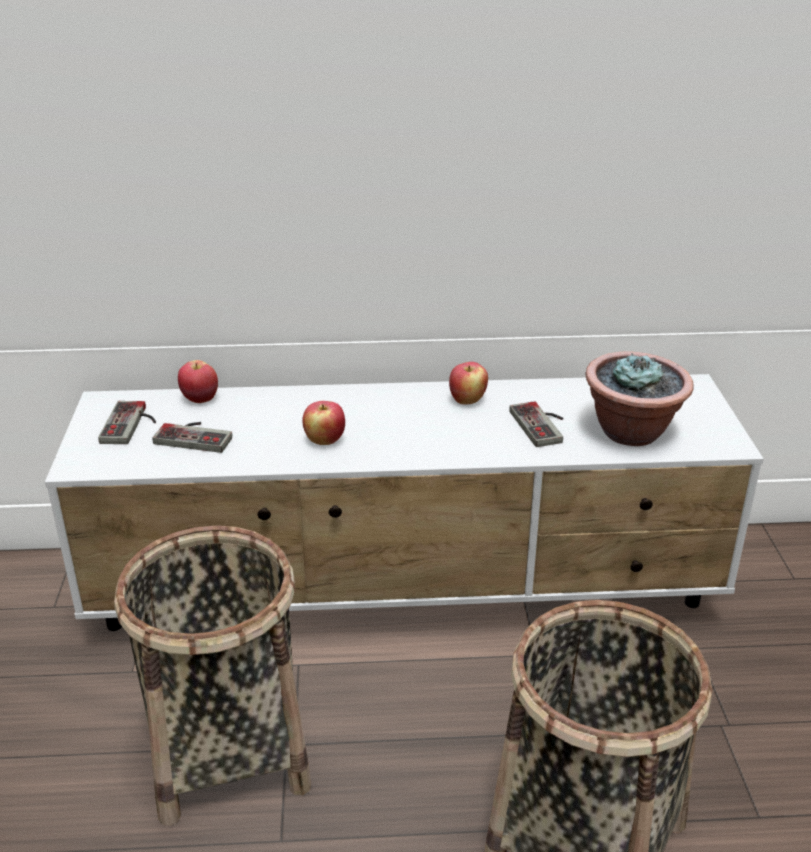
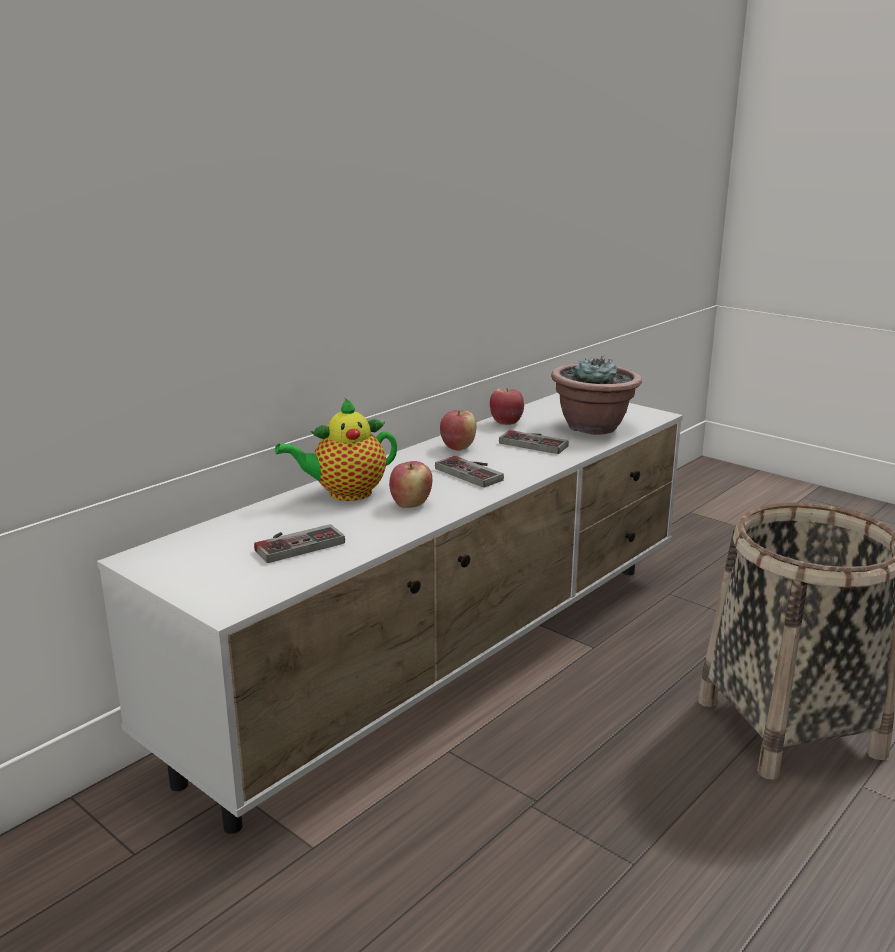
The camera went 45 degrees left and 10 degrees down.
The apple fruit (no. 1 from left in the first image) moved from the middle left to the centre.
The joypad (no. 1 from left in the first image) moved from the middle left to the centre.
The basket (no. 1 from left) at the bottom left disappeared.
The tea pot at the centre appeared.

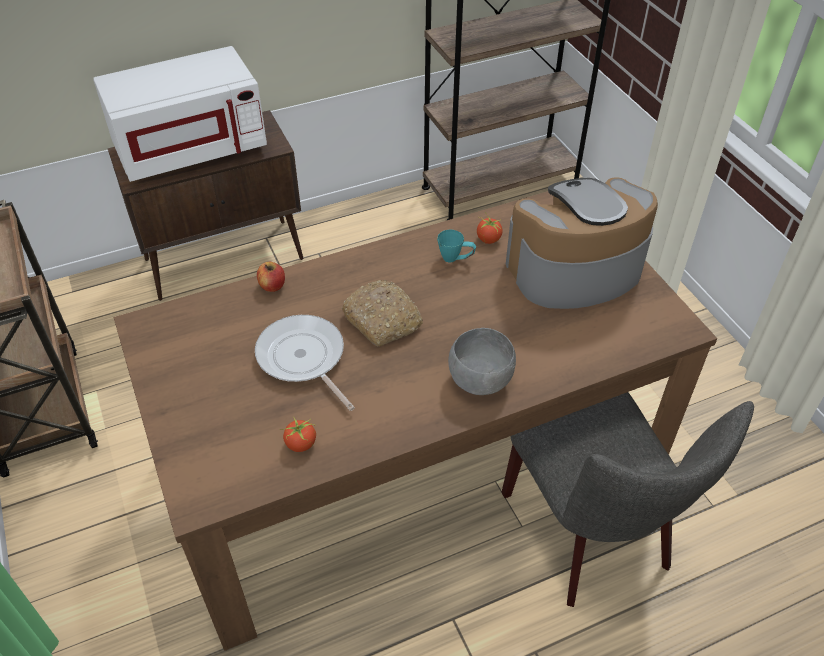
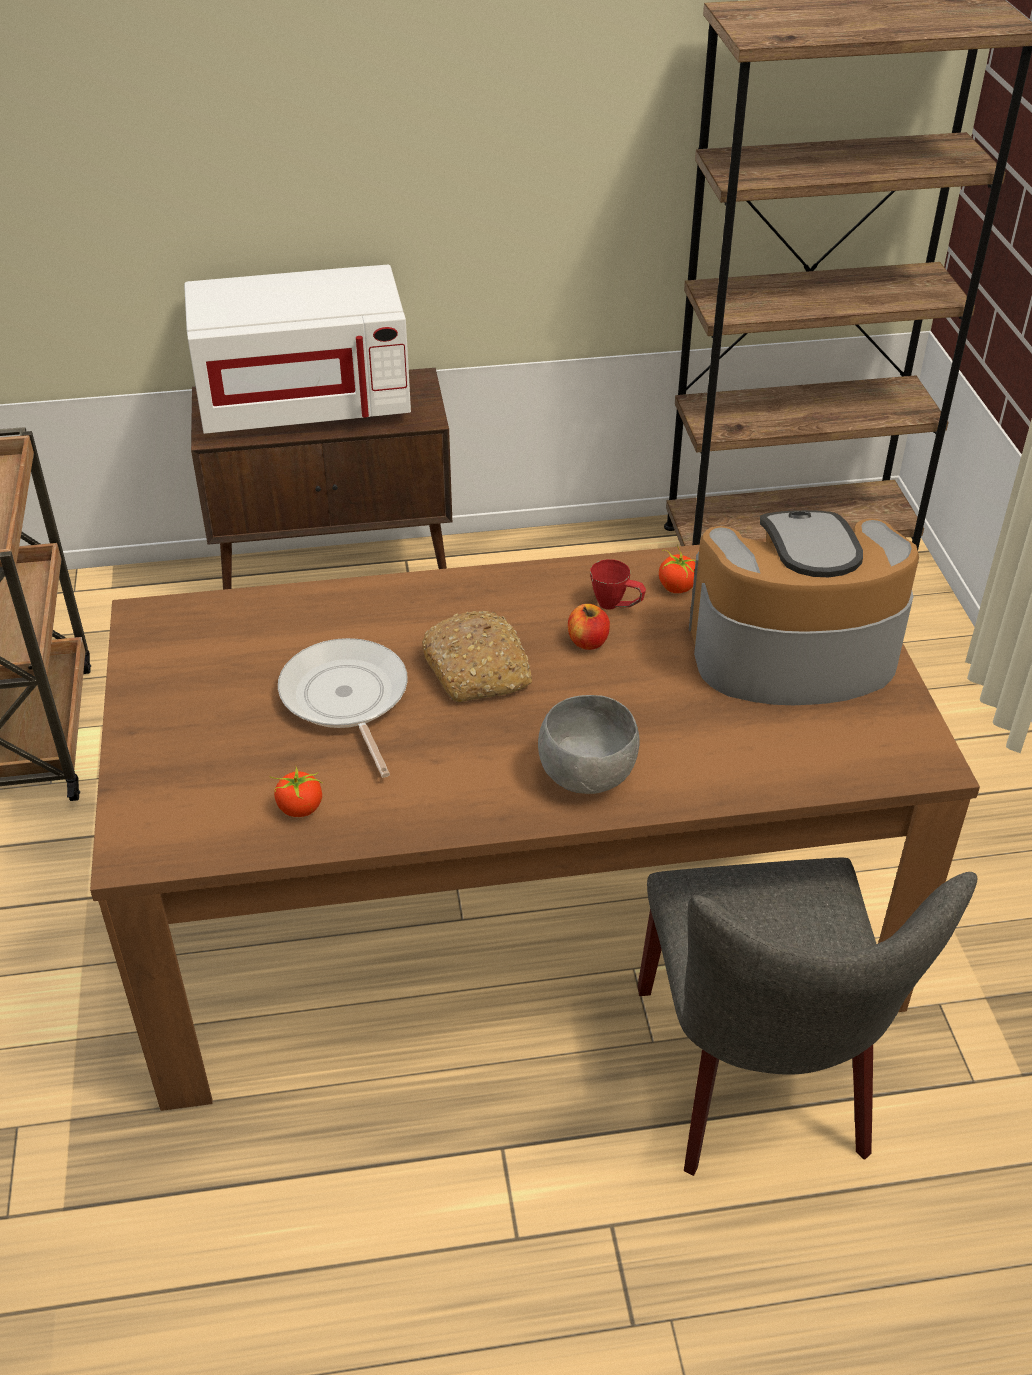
The camera went 15 degrees right and 5 degrees down.
The tea mug (turquoise) at the centre became the tea mug (red) at the centre.
The apple fruit moved from the middle left to the centre.

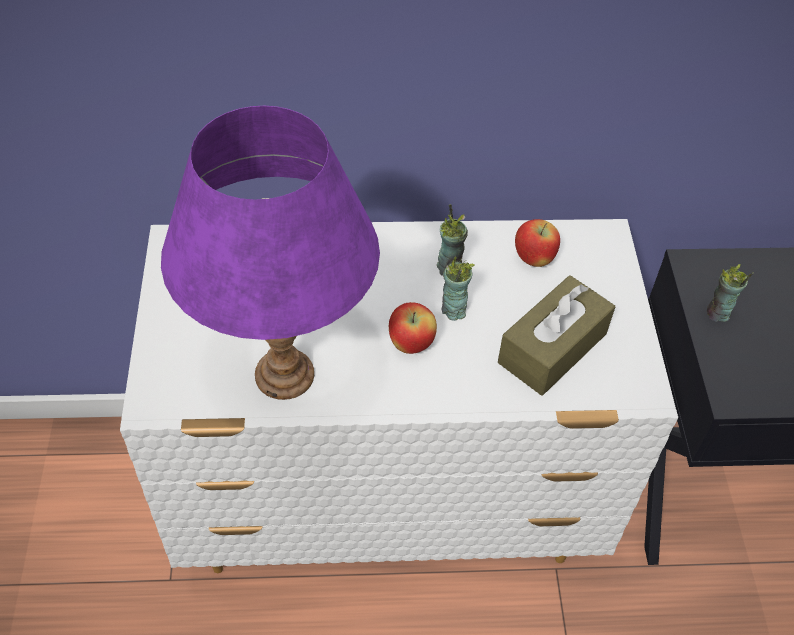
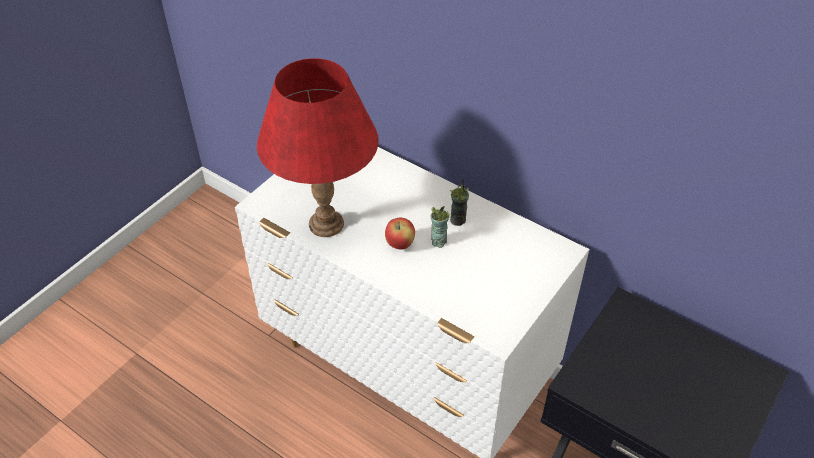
The camera went 40 degrees right and 5 degrees down.
The tabletop lamp (purple) at the centre became the tabletop lamp (red) at the top centre.
The apple fruit (no. 2 from left) at the middle right disappeared.
The cup (no. 3 from left) at the middle right disappeared.
The box of tissues (brown-coloured) at the middle right disappeared.

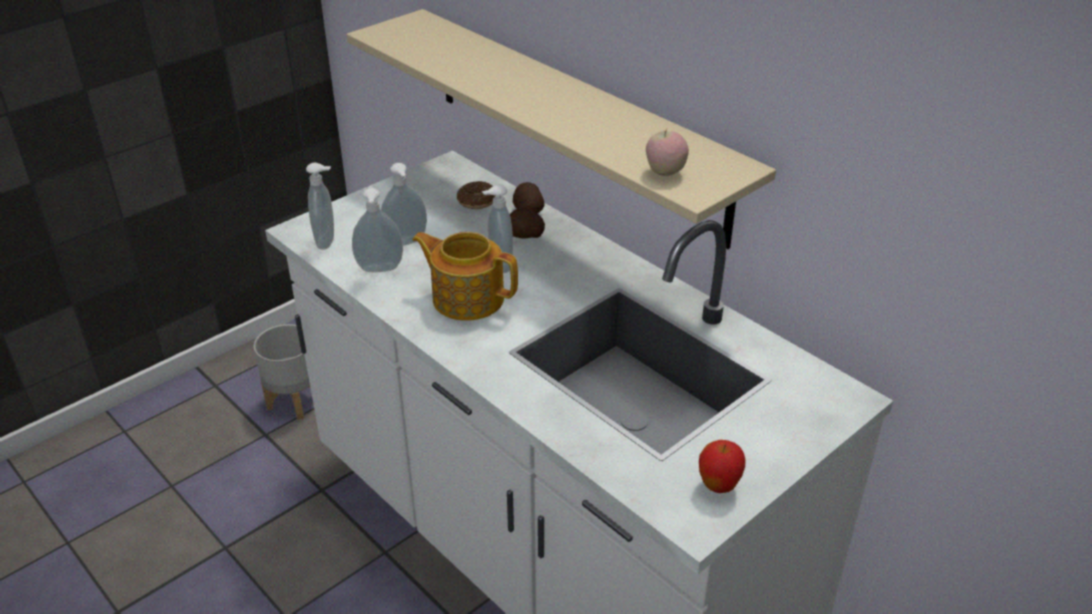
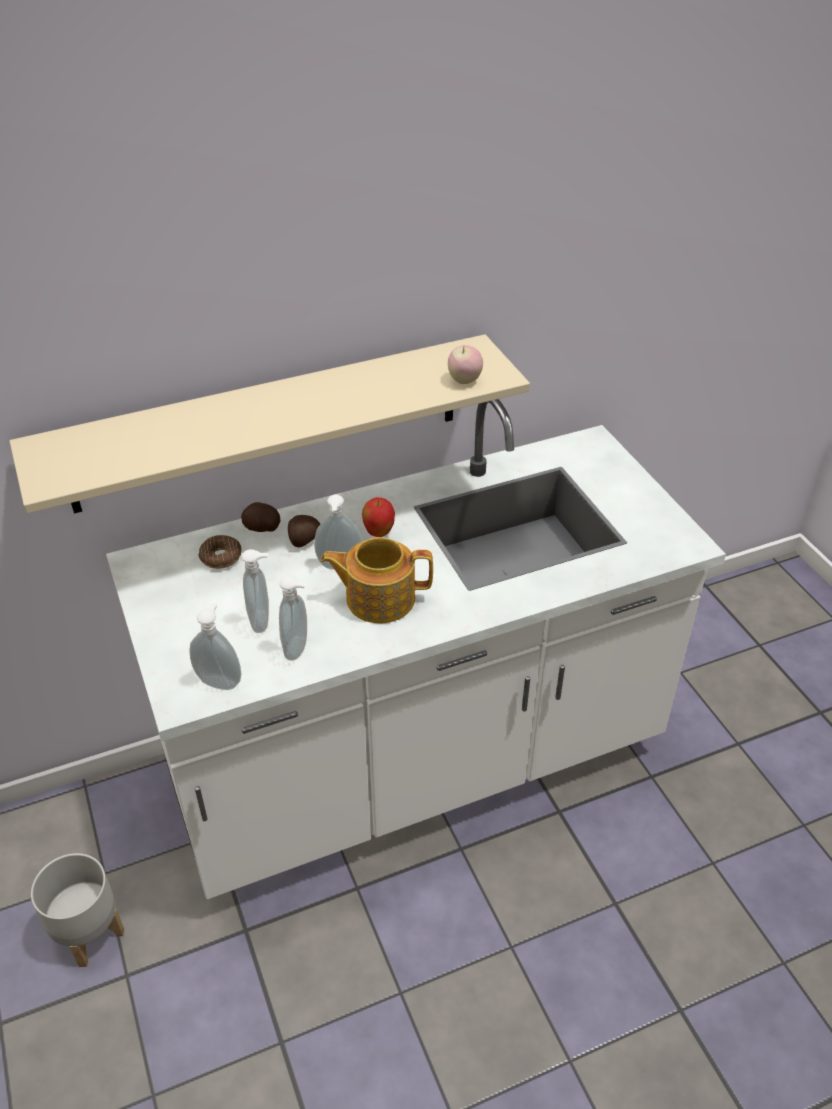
The camera went 70 degrees left and 5 degrees up.
The tea pot at the centre turned 45 degrees clockwise.
The apple fruit (no. 2 from left in the first image) moved from the bottom centre to the centre.

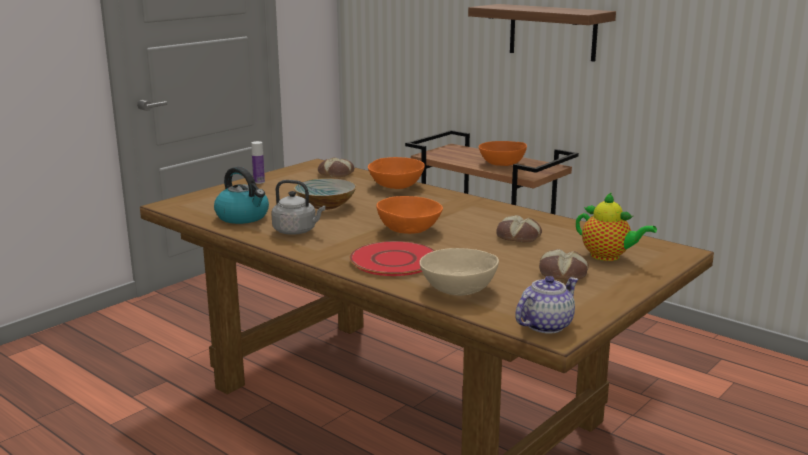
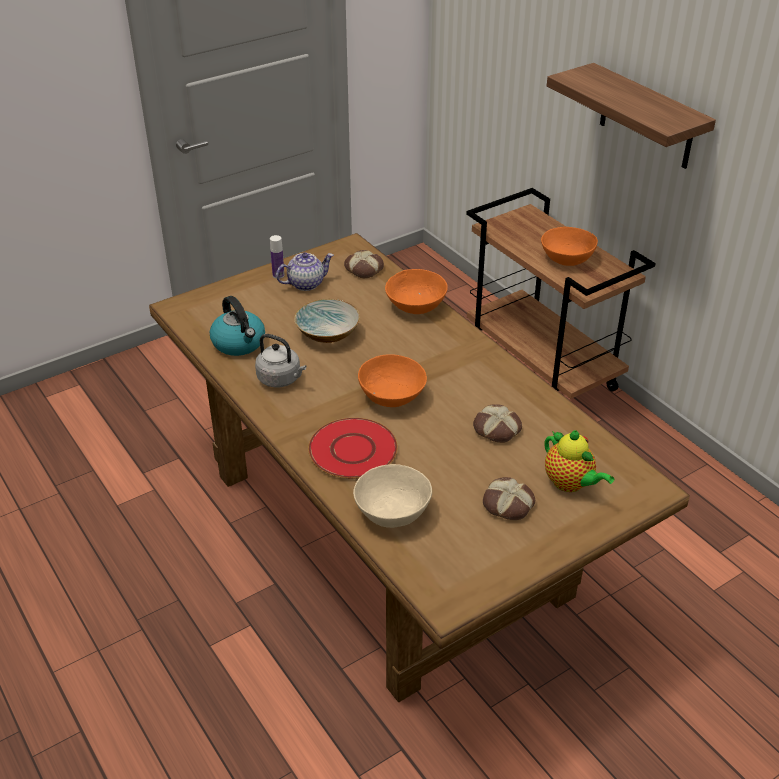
The camera went 15 degrees right and 20 degrees up.
The tea pot (no. 1 from left) moved from the bottom right to the centre.

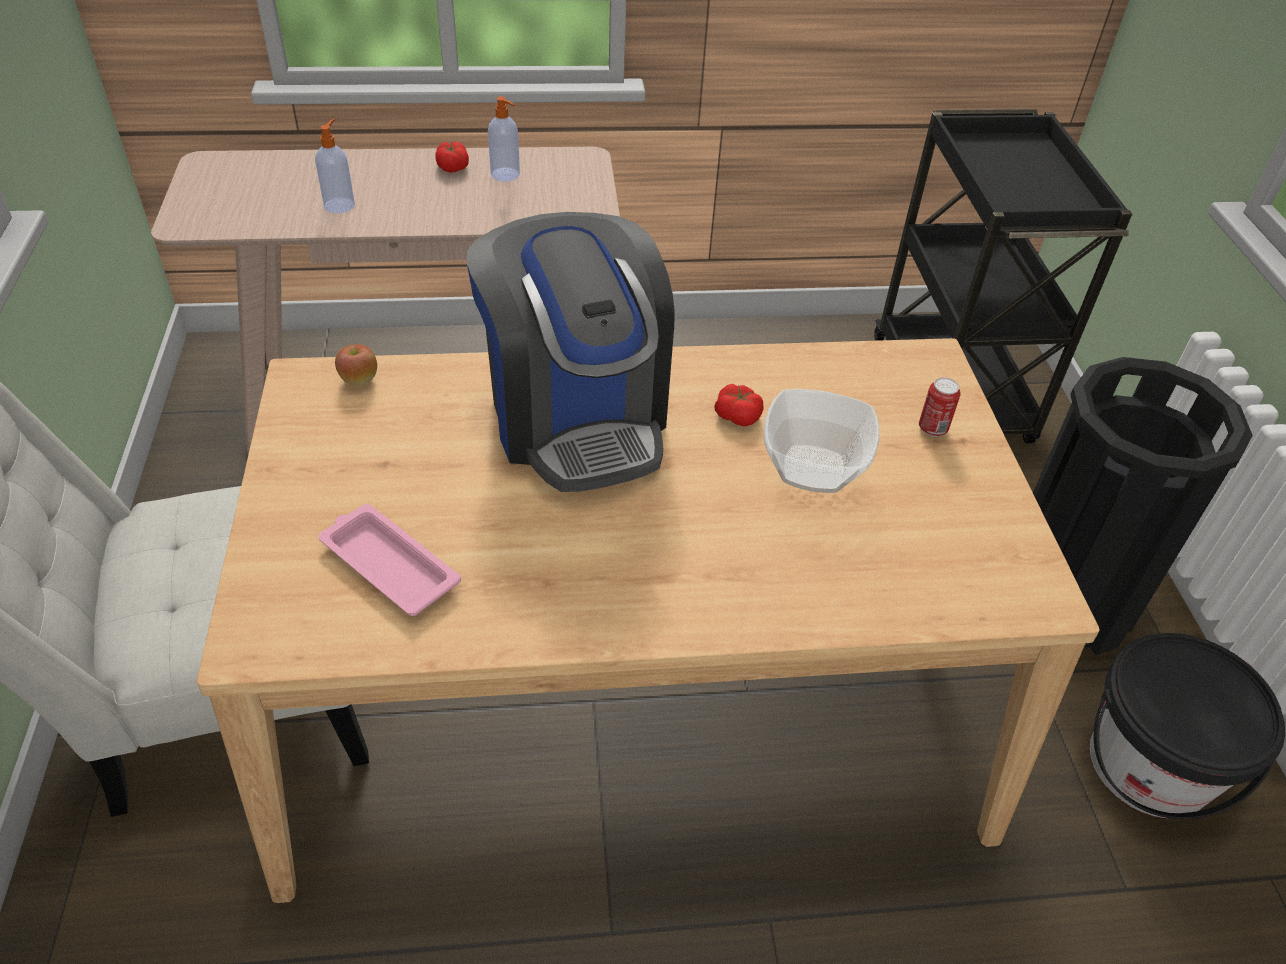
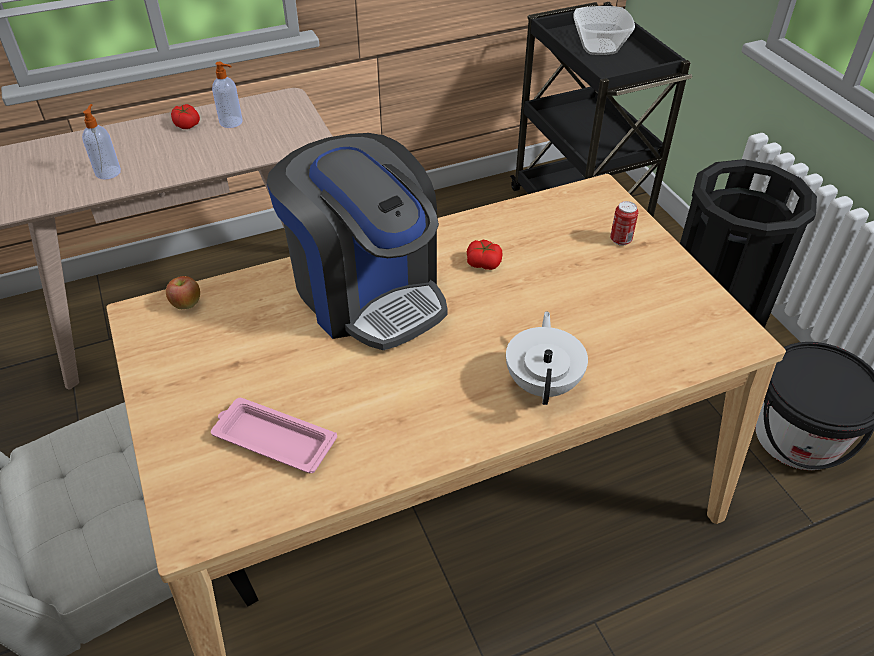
The camera went 15 degrees left and 0 degrees up.
The bowl moved from the centre to the top right.
The tea pot (white) at the centre appeared.

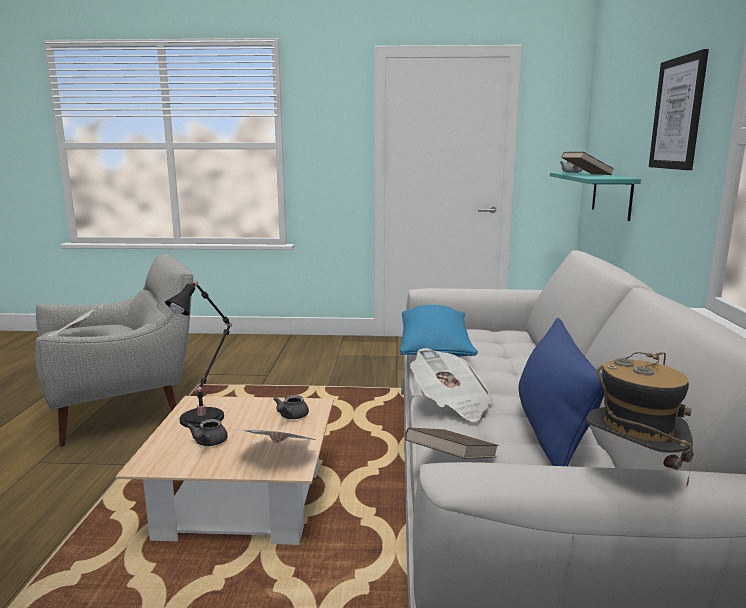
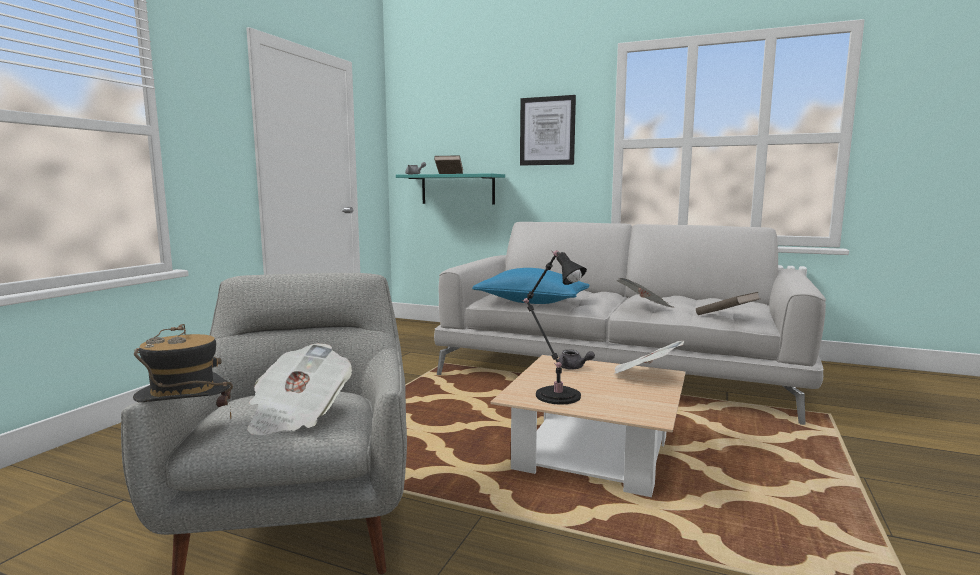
The camera went 70 degrees left and 5 degrees down.
The cushion (bluish) (no. 2 from left) at the middle right disappeared.
The hat moved from the bottom right to the middle left.
The tea pot (grey) (no. 1 from left) at the bottom left disappeared.

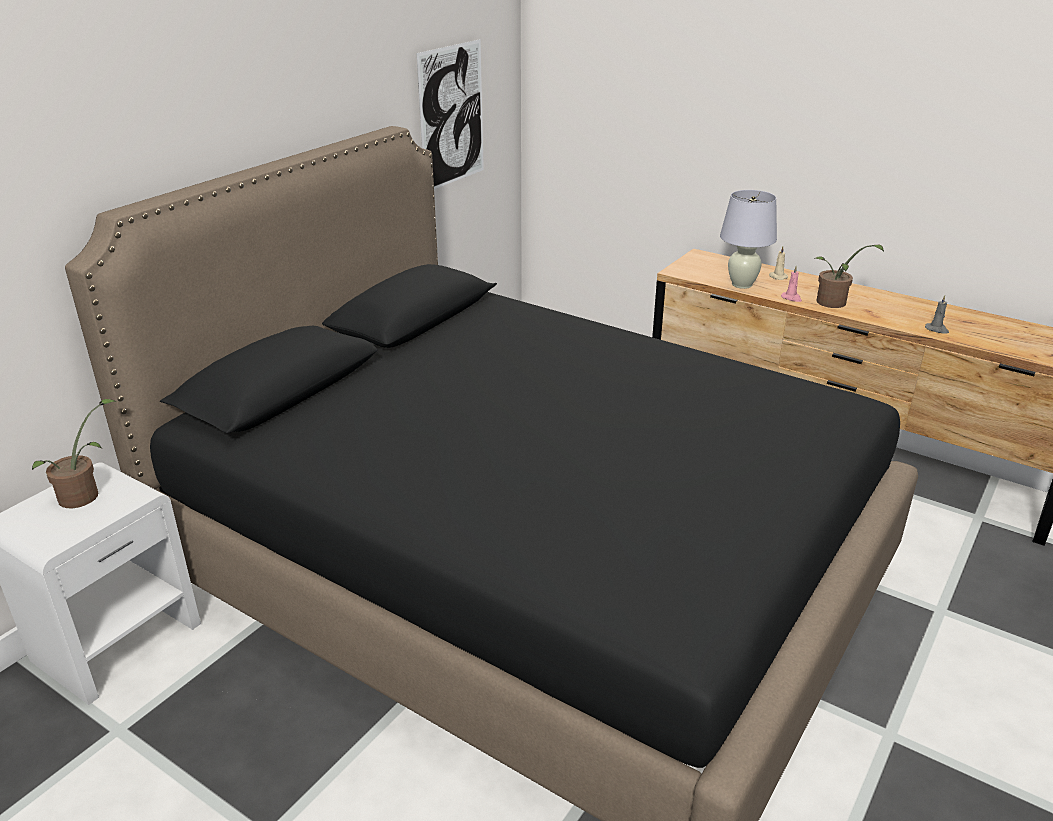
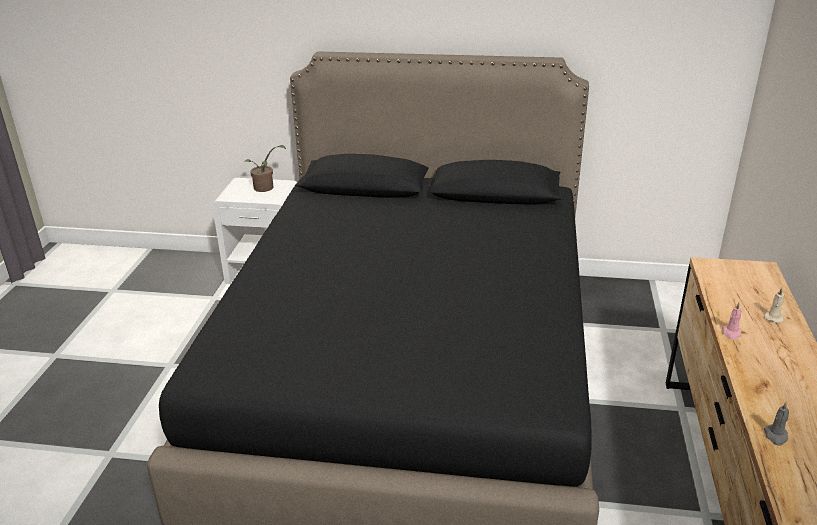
The camera went 65 degrees right and 0 degrees up.
The wall picture at the top centre disappeared.
The tabletop lamp (white) at the top right disappeared.
The potted plant (no. 2 from left) at the middle right disappeared.

